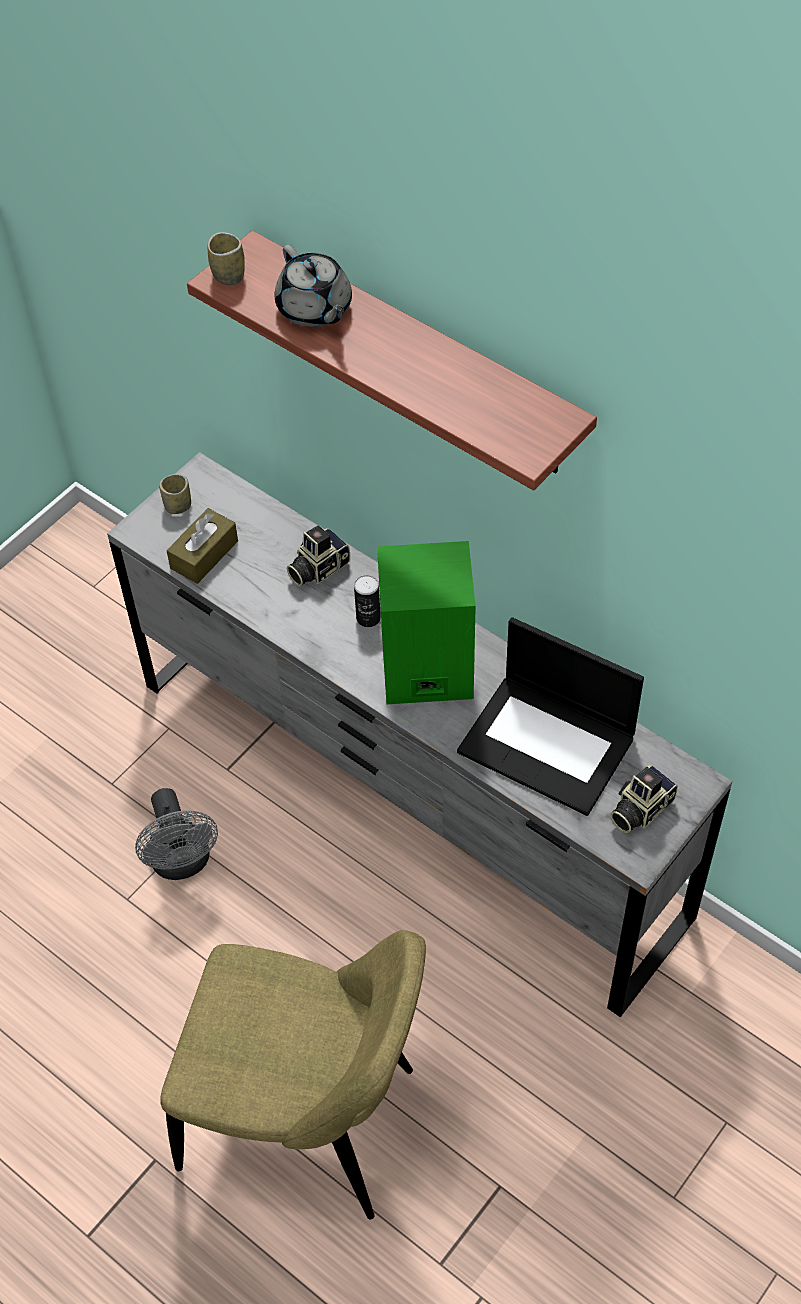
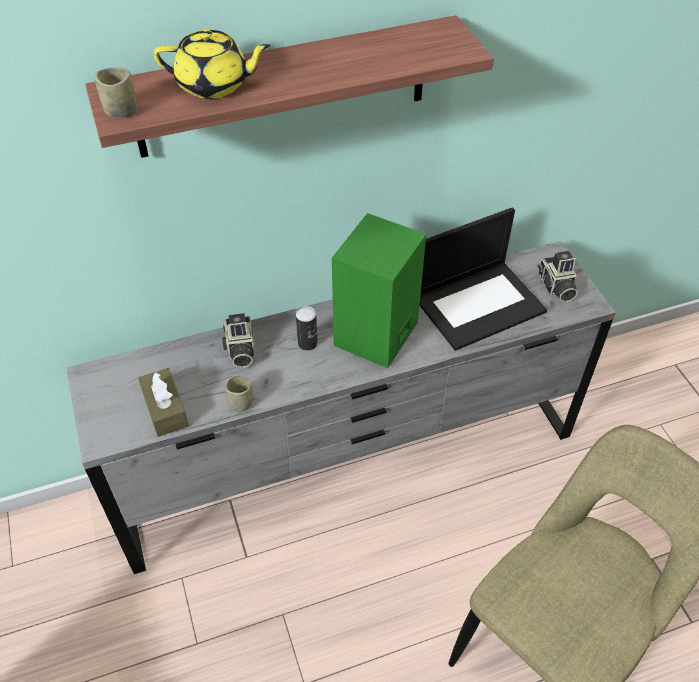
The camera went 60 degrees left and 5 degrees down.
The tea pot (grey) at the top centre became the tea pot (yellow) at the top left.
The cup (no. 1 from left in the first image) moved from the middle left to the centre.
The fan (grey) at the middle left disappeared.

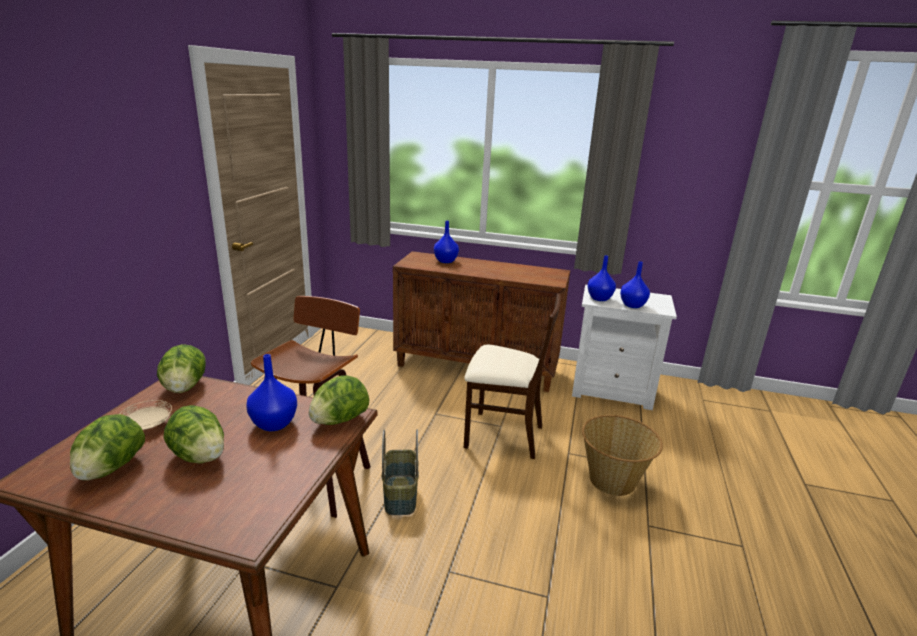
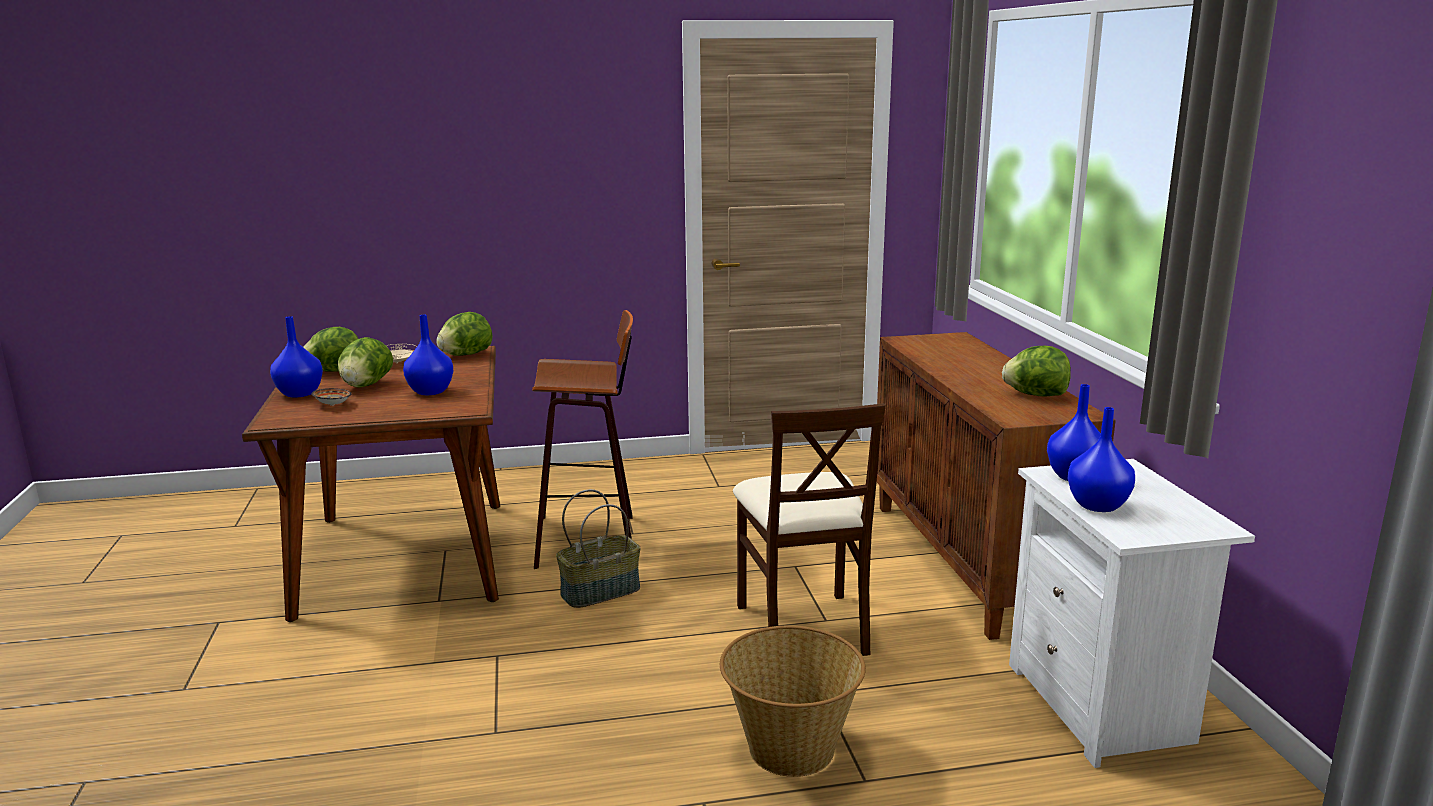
The camera went 65 degrees right and 5 degrees down.
The decorative vase (bluish) (no. 2 from left in the first image) moved from the centre to the middle left.
The lettuce head (no. 4 from left) moved from the centre to the middle right.
The bowl at the middle left appeared.

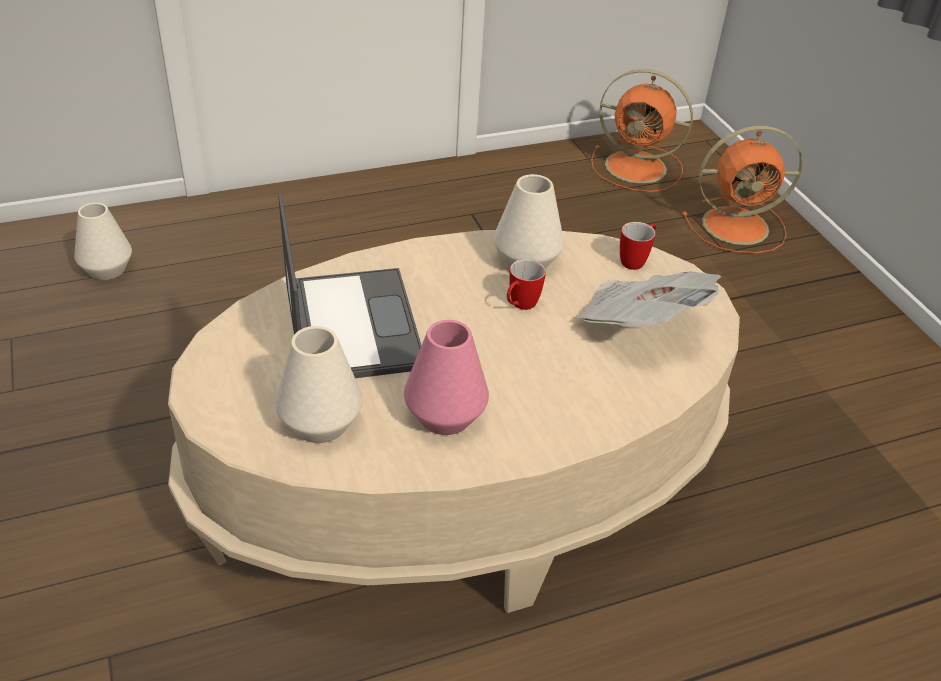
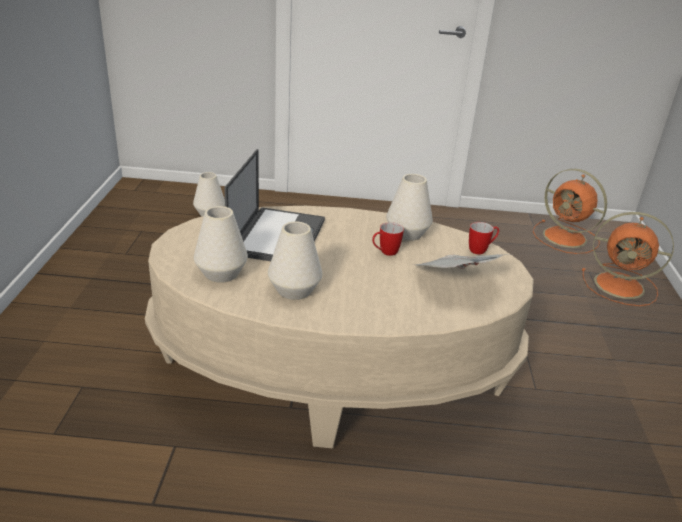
The camera went 25 degrees right and 10 degrees down.
The decorative vase (pink) at the centre became the decorative vase (white) (no. 3 from left) at the centre.

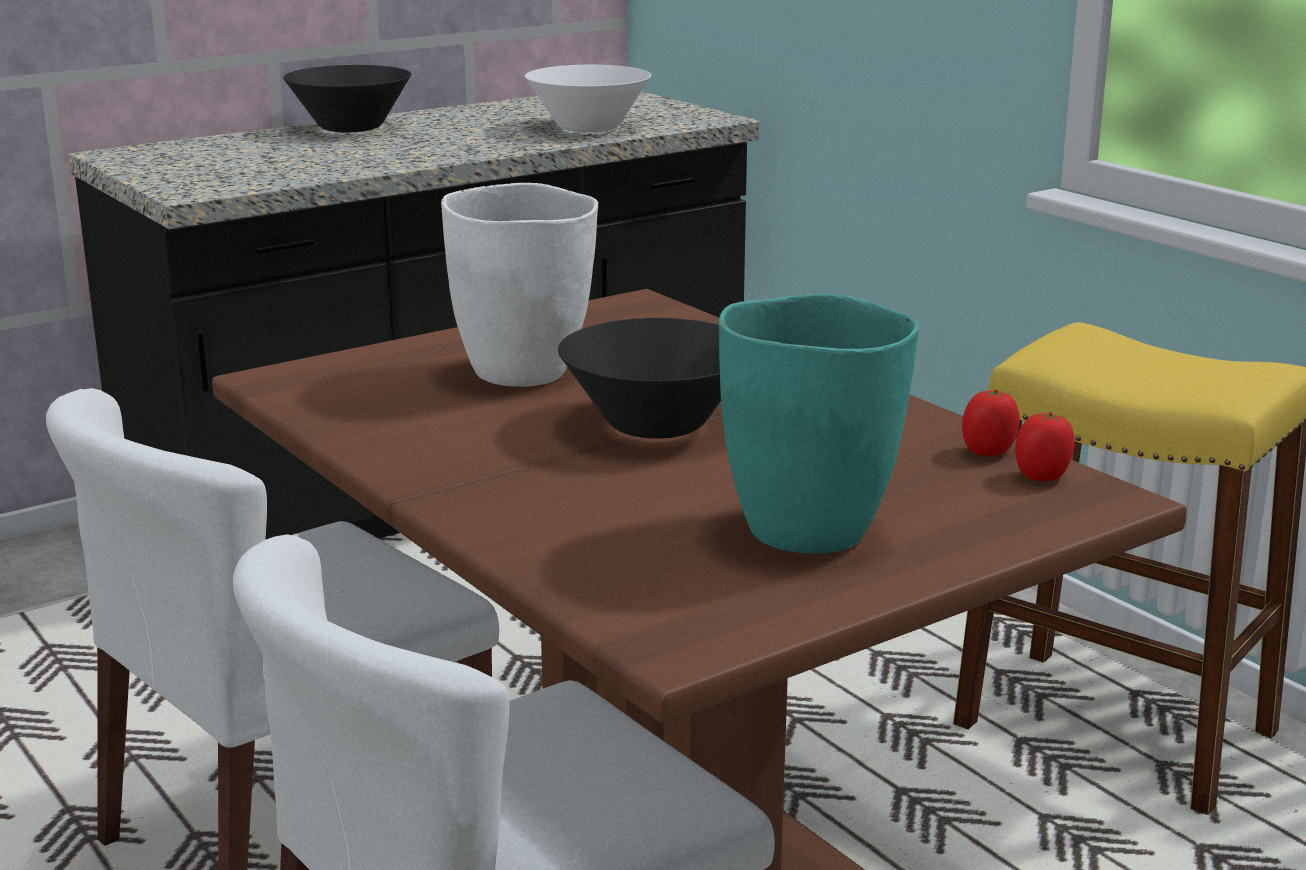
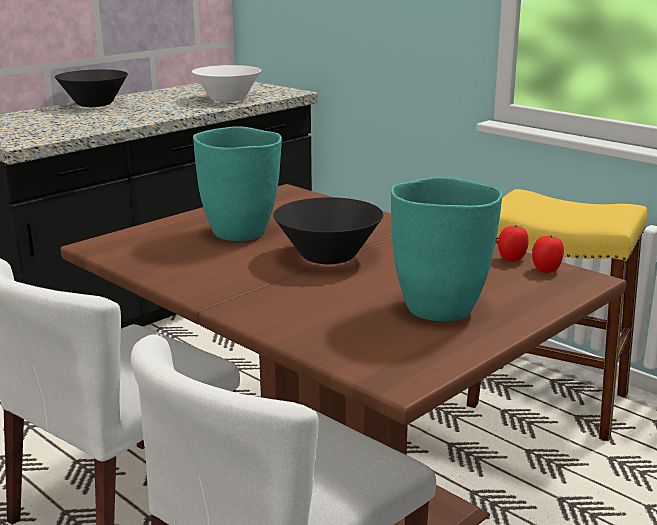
The camera went 10 degrees left and 0 degrees up.
The decorative vase (white) at the top centre became the decorative vase (turquoise) (no. 1 from left) at the centre.

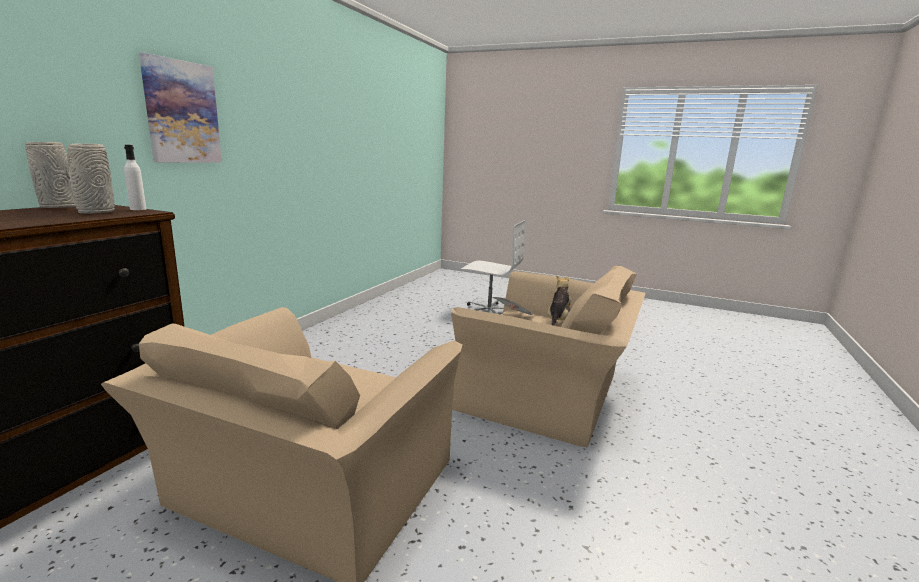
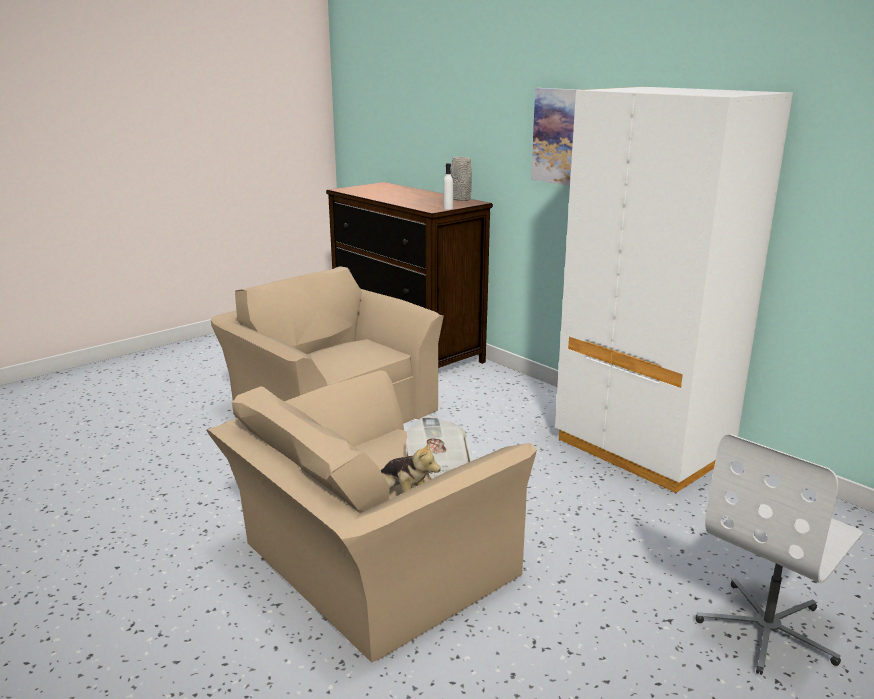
The camera went 115 degrees right and 5 degrees up.
The decorative vase (grey) (no. 2 from left) at the top left disappeared.
The wardrobe (white) at the middle right appeared.

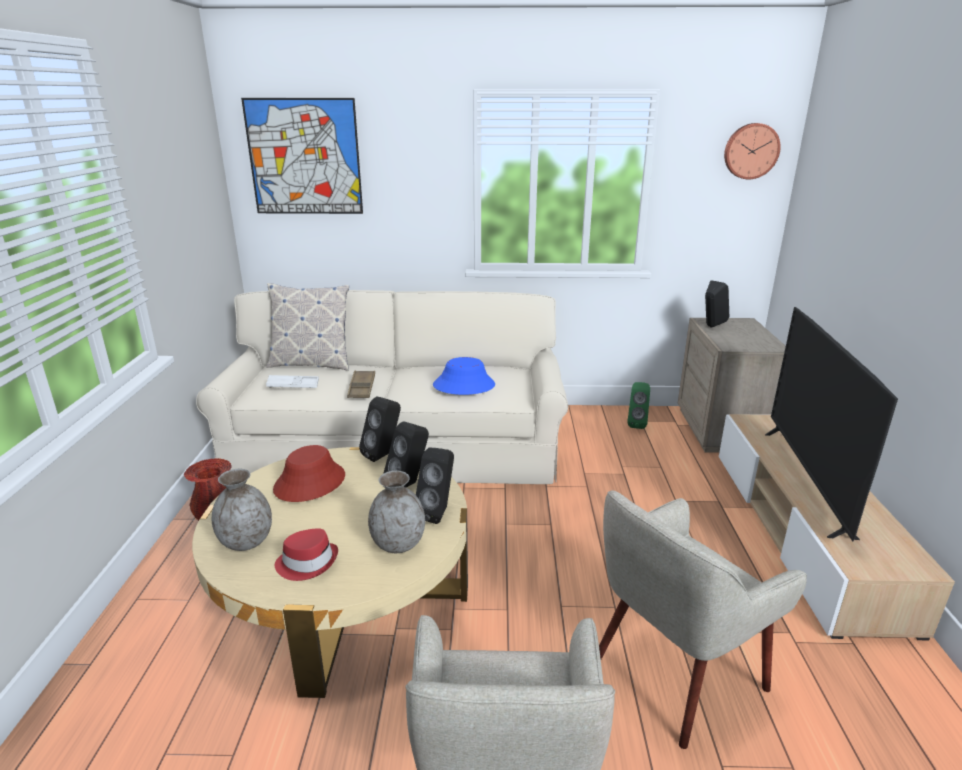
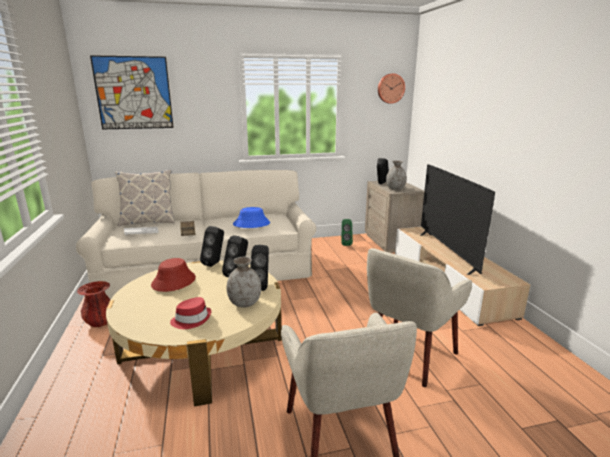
The camera went 15 degrees left and 5 degrees down.
The decorative vase (grey) (no. 1 from left in the first image) moved from the middle left to the centre.

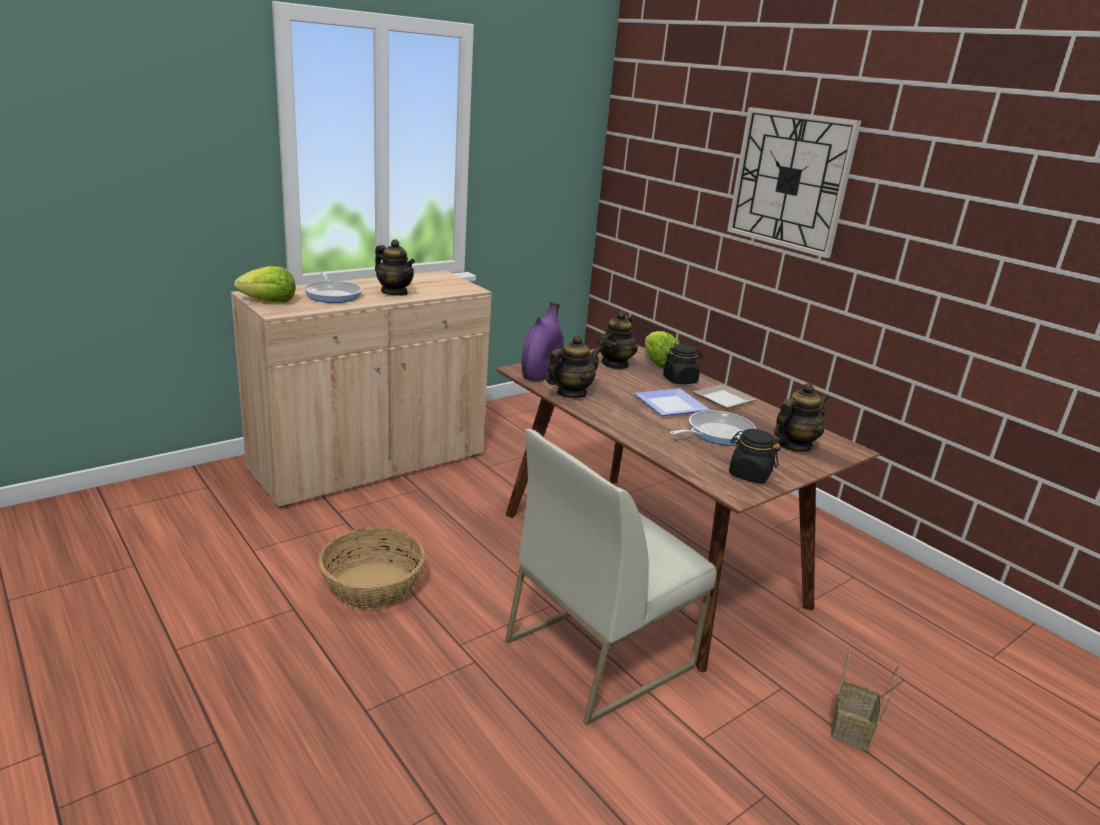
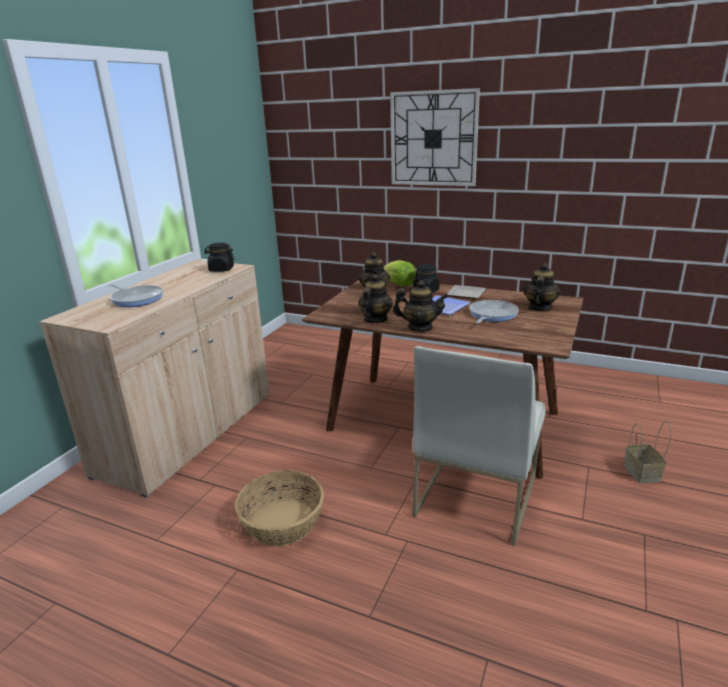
The camera went 25 degrees left and 0 degrees up.
The tea pot (no. 1 from left in the first image) moved from the top centre to the centre.
The lettuce head (no. 1 from left) at the middle left disappeared.
The decorative vase (purple) at the centre disappeared.
The jar (black) (no. 2 from left in the first image) moved from the middle right to the middle left.

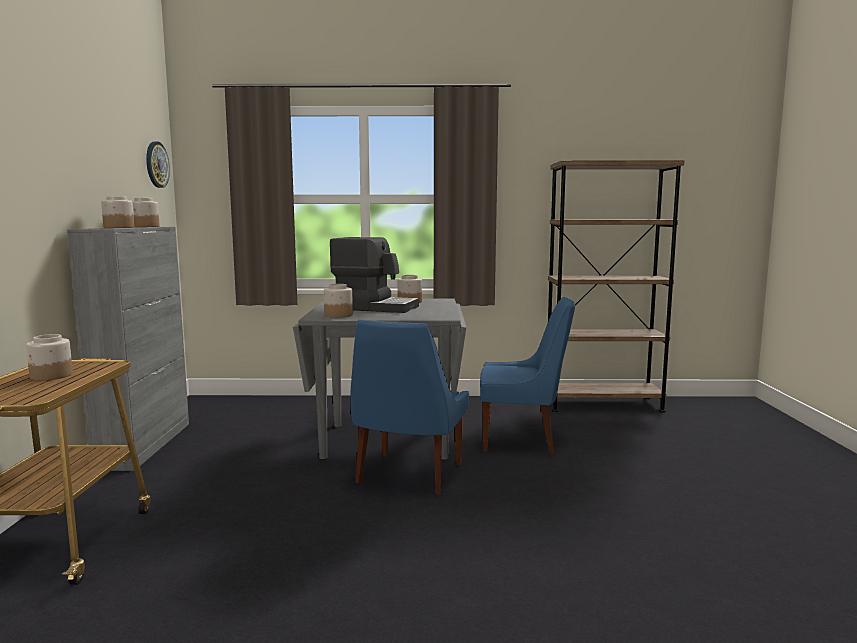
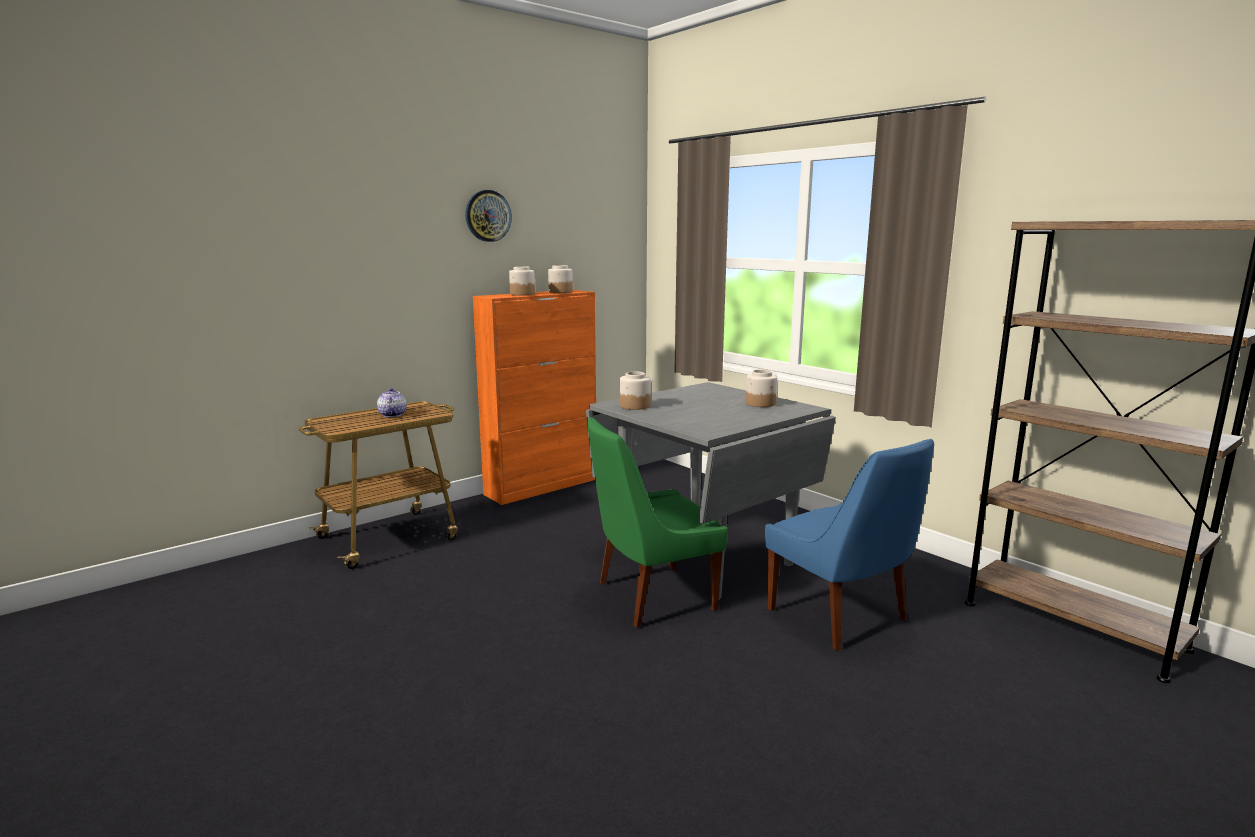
The camera went 50 degrees right and 5 degrees up.
The wall clock moved from the top left to the top centre.
The cabinet (grey) at the middle left became the cabinet (orange) at the centre.
The coffee brewer at the centre disappeared.
The upright chair (bluish) (no. 1 from left) at the centre became the upright chair (green-coloured) at the centre.
The jar (no. 1 from left) at the middle left was replaced by the tea pot at the middle left.

